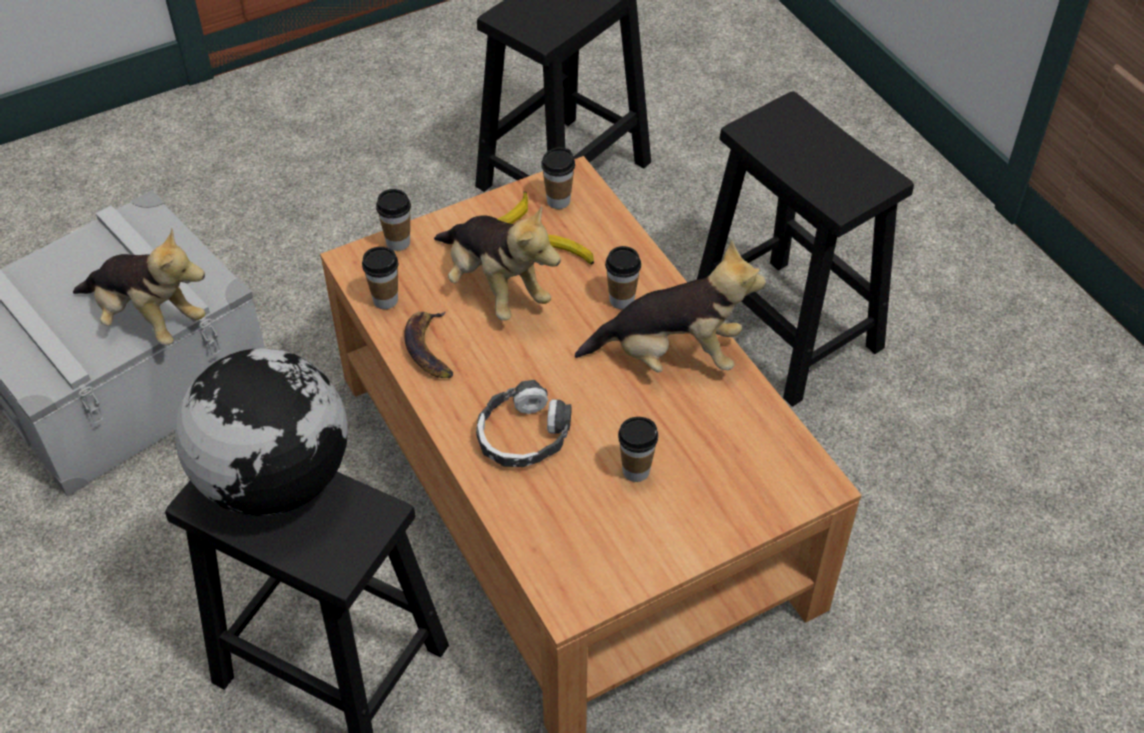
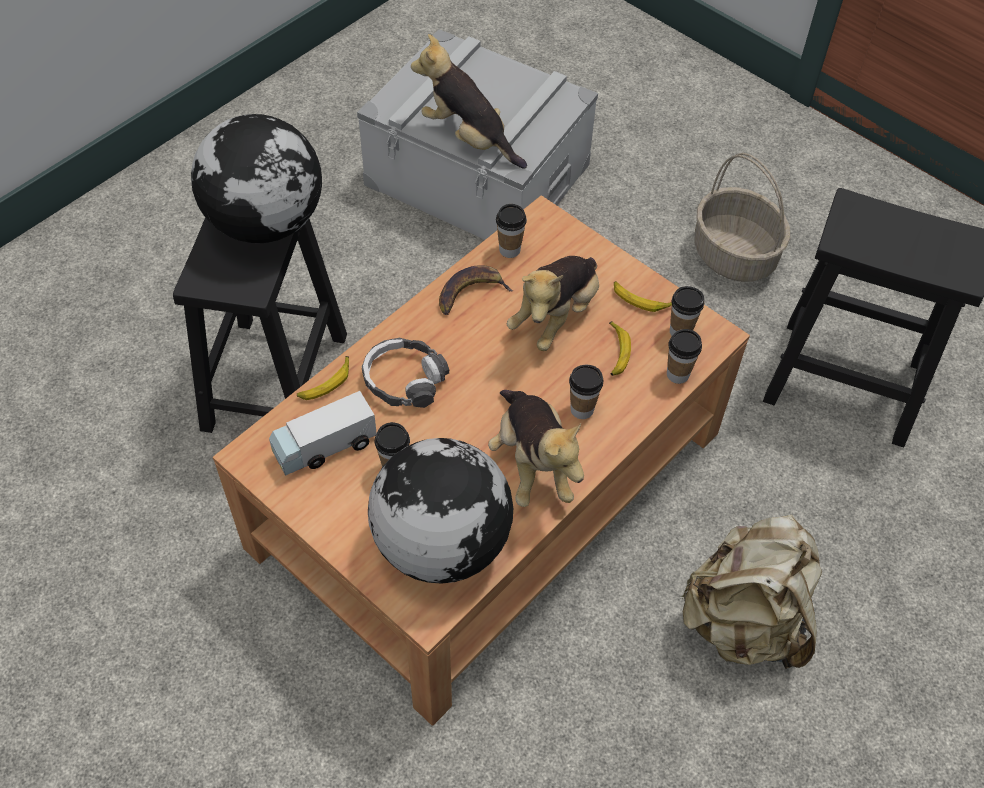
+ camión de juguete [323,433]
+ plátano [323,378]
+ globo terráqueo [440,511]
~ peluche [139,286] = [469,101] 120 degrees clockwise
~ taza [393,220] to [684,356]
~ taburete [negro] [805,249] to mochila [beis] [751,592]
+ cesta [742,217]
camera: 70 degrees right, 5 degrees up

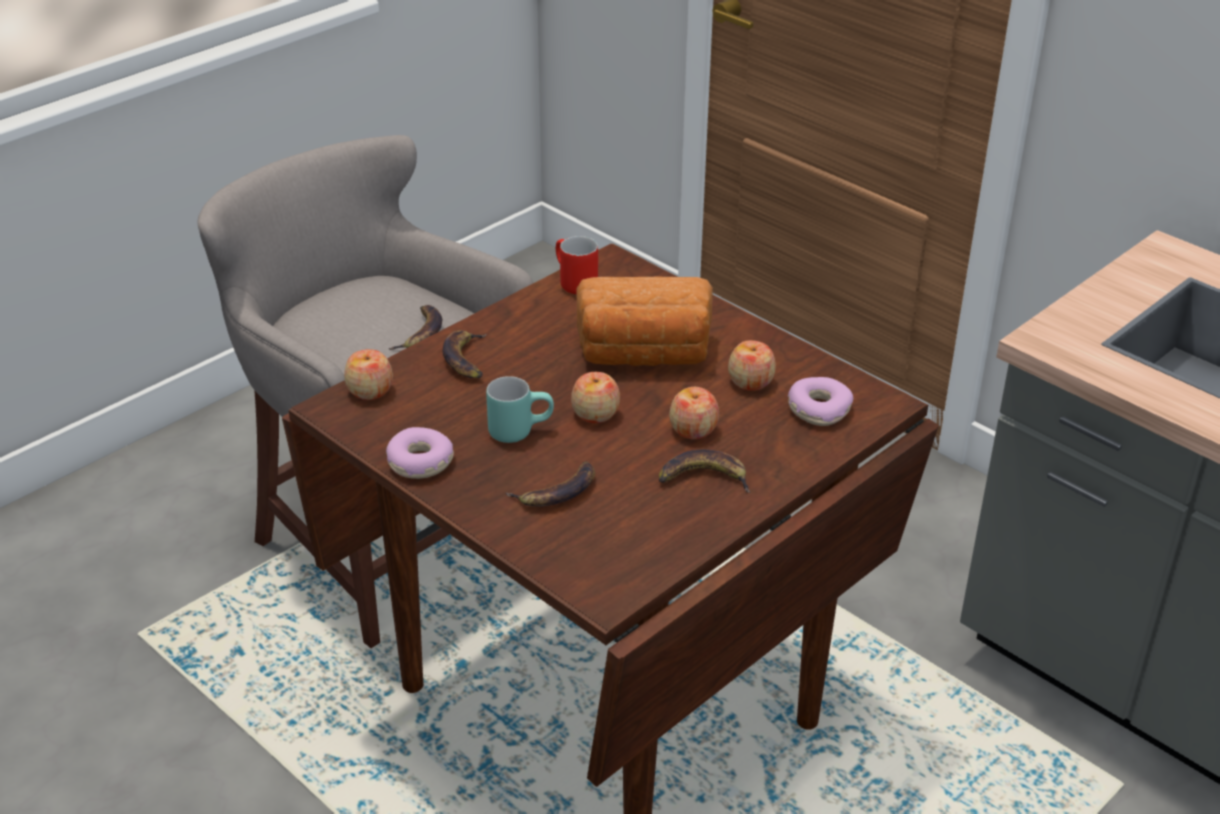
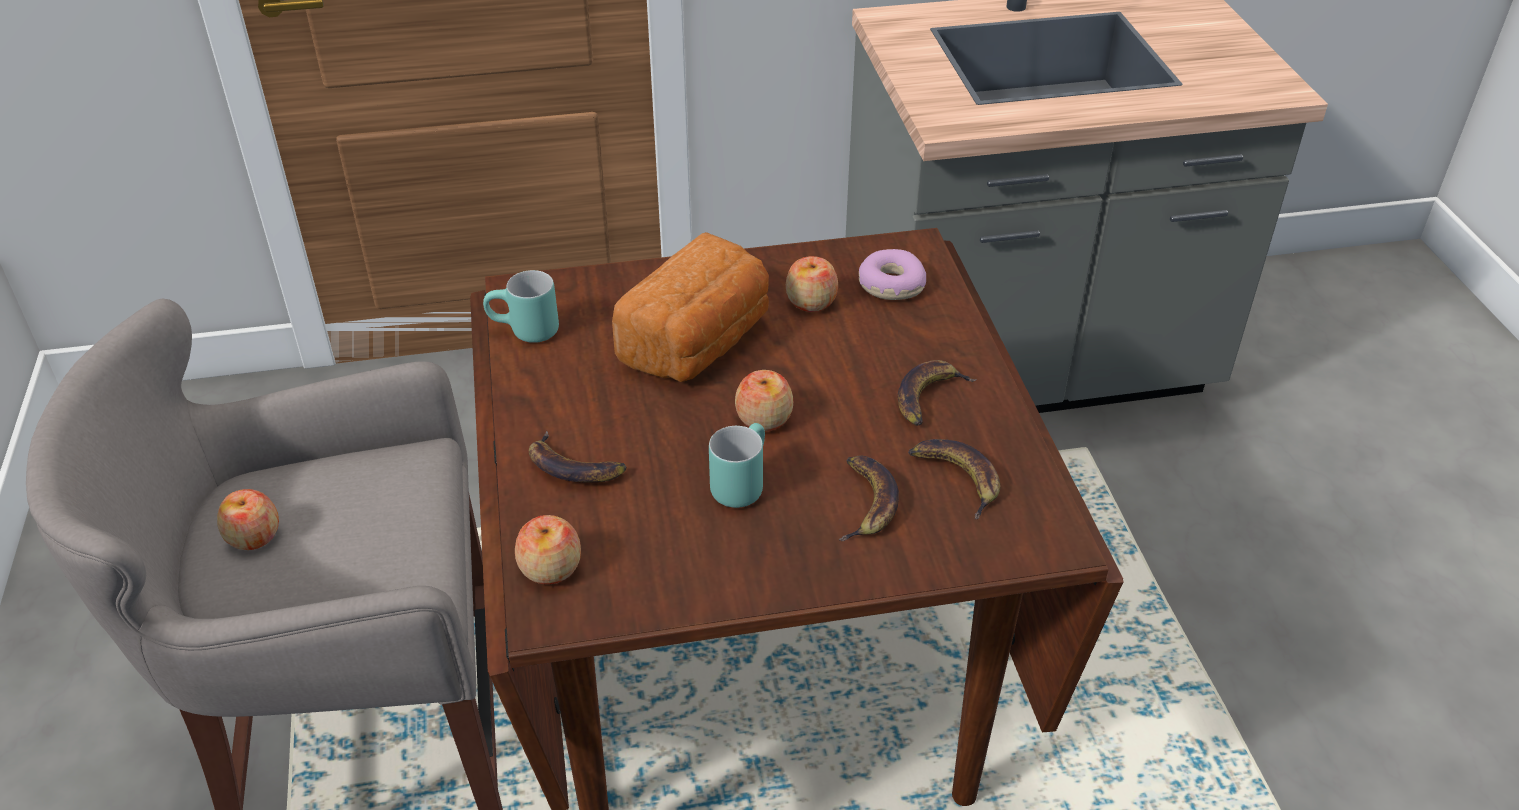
~ manzana [694,413] to [248,519]
~ taza grande [rojo] [577,265] to taza grande [turquesa] [521,306]
~ plátano [415,327] to [954,479]
- rosquilla [420,453]
camera: 55 degrees left, 5 degrees up

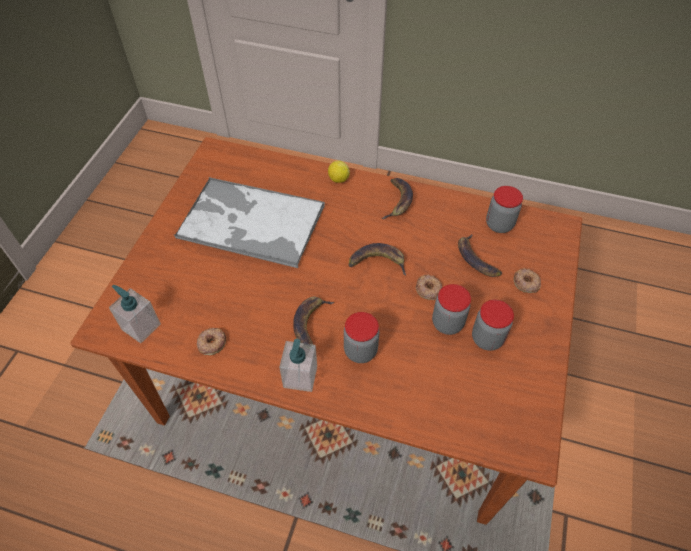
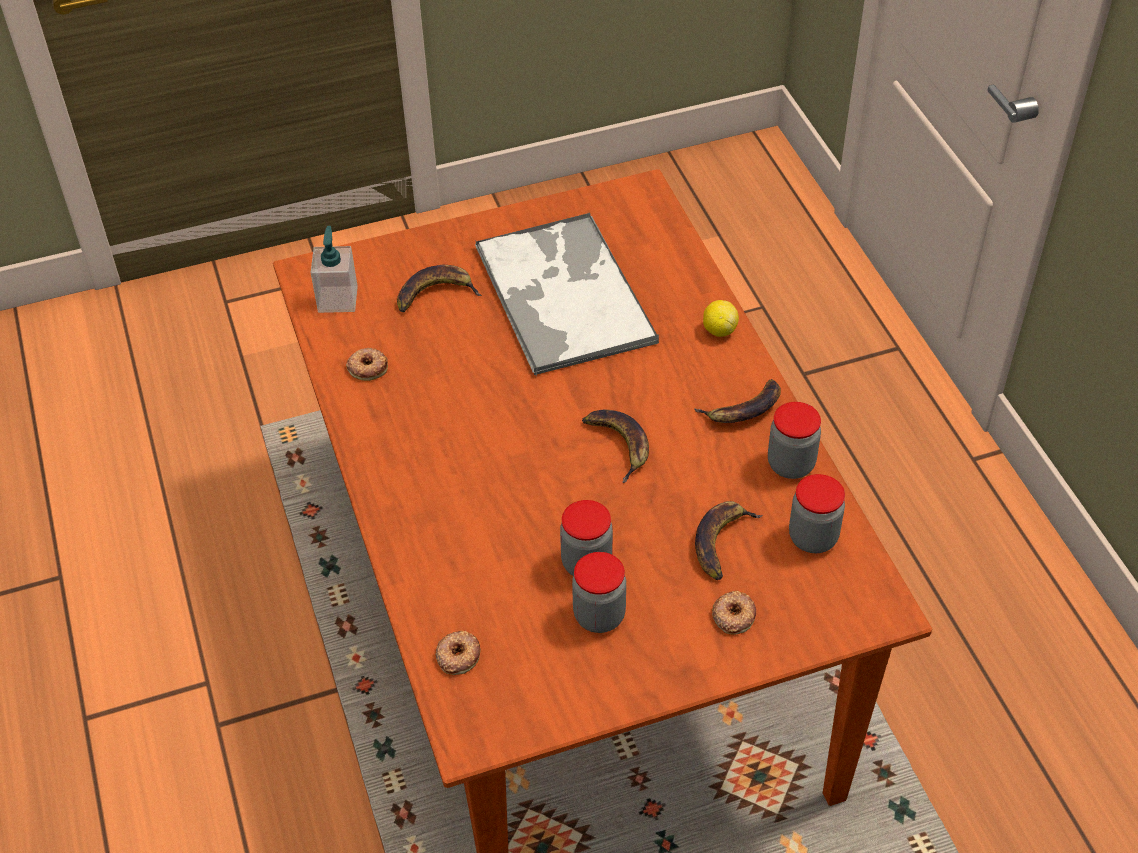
~ plátano [313,321] to [439,288]
~ rosquilla [429,287] to [458,653]
~ tarro [361,337] to [794,440]
- dispensador de jabón [298,365]
camera: 55 degrees right, 5 degrees down

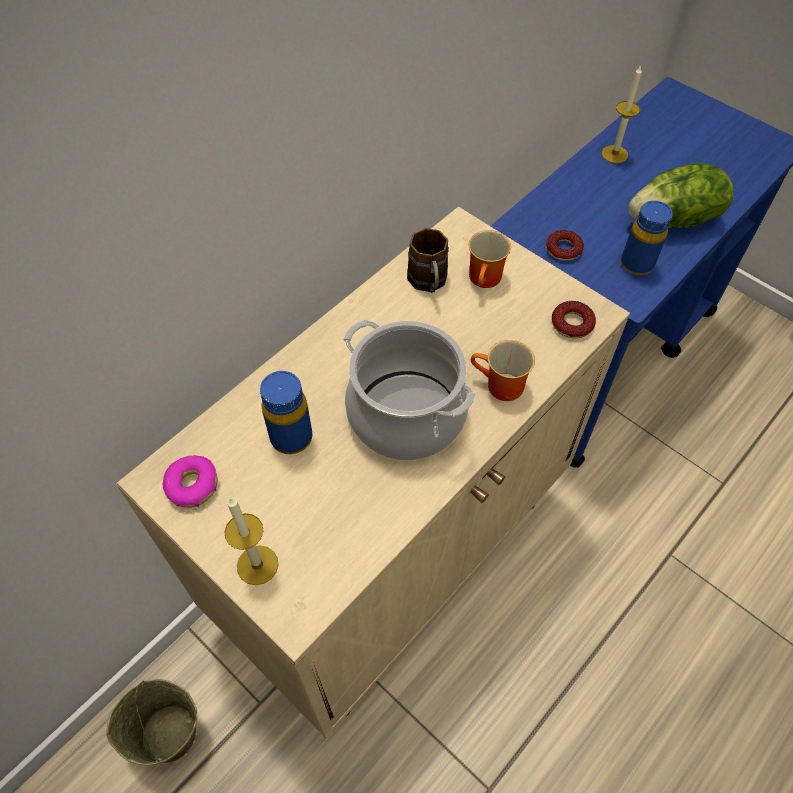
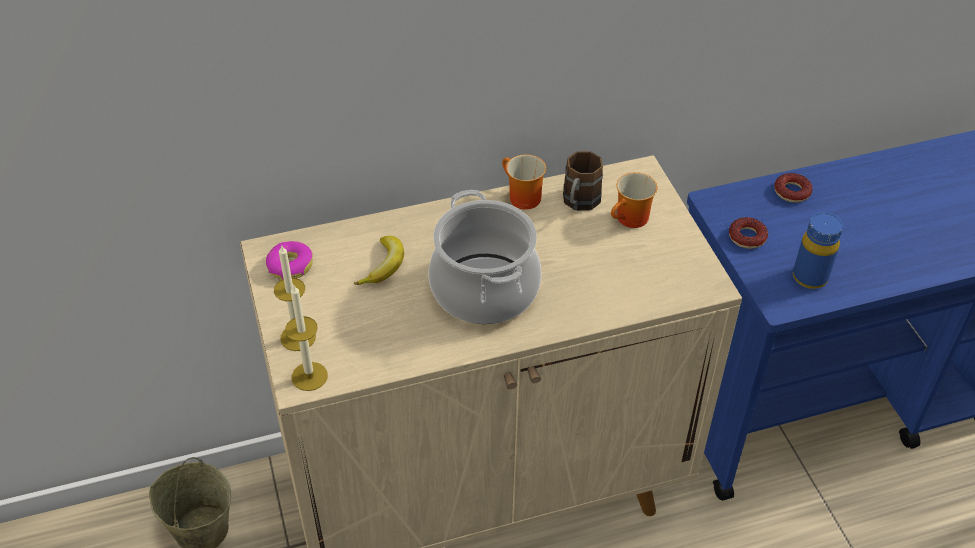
~ vela [622,114] to [306,337]
~ botella [azul] [286,412] to plátano [379,260]
~ taza grande [503,370] to [524,182]
~ rosquilla [574,320] to [793,188]
- lechuga [681,195]
camera: 30 degrees right, 10 degrees down

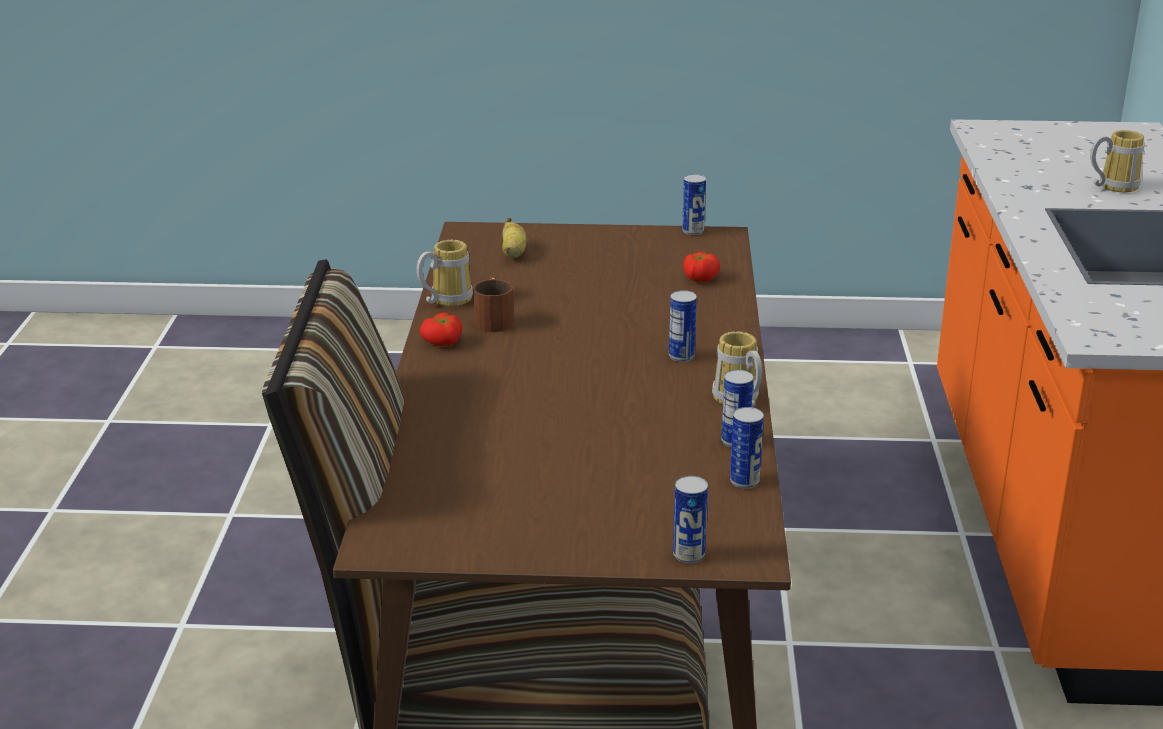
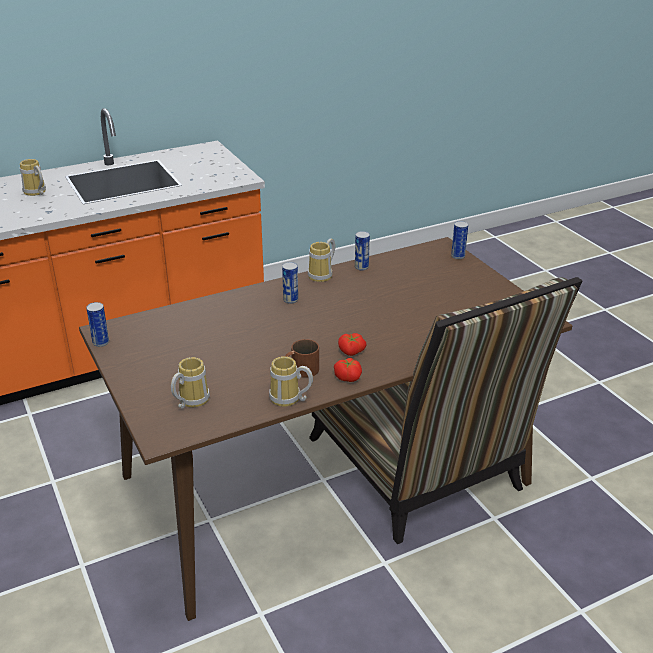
~ plátano [514,238] to taza grande [190,383]
~ tomate [701,267] to [352,344]
- lata [747,448]
camera: 120 degrees left, 5 degrees up

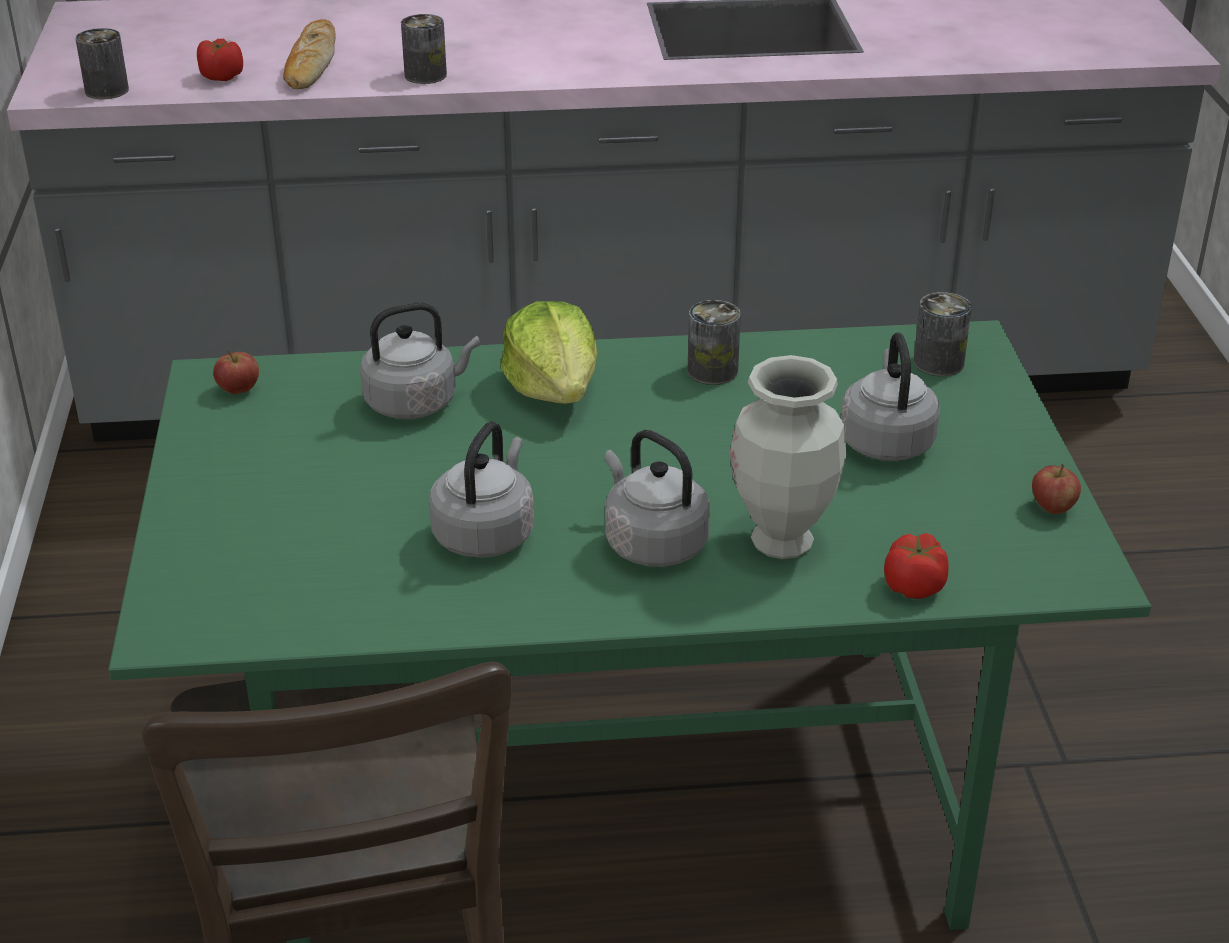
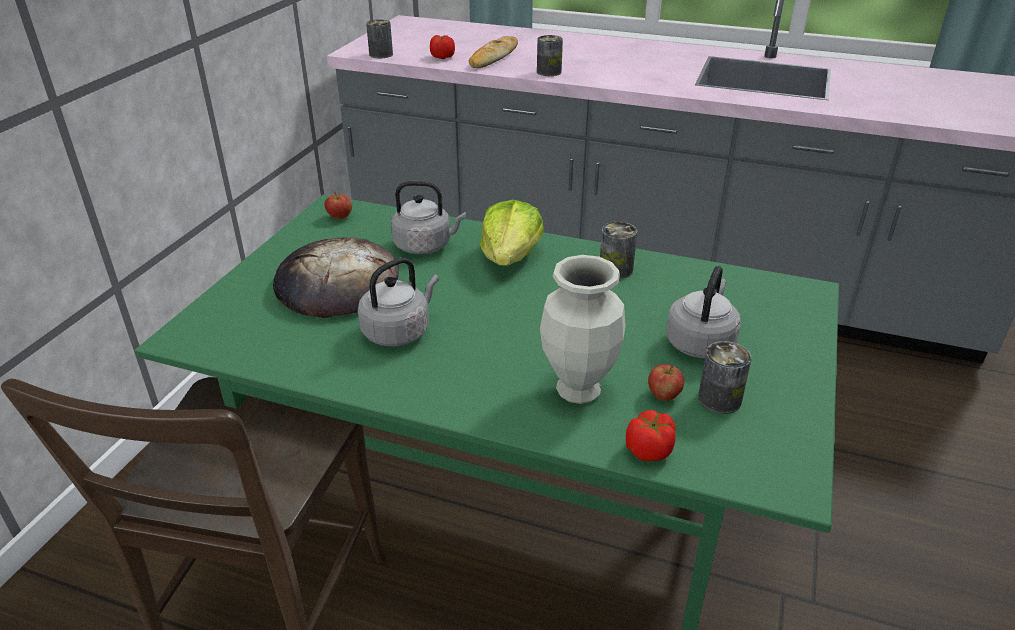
+ pan [336,277]
~ manzana [1056,488] to [666,382]
~ lata [942,334] to [724,377]
- hervidor [gris] [657,498]
camera: 25 degrees right, 0 degrees up

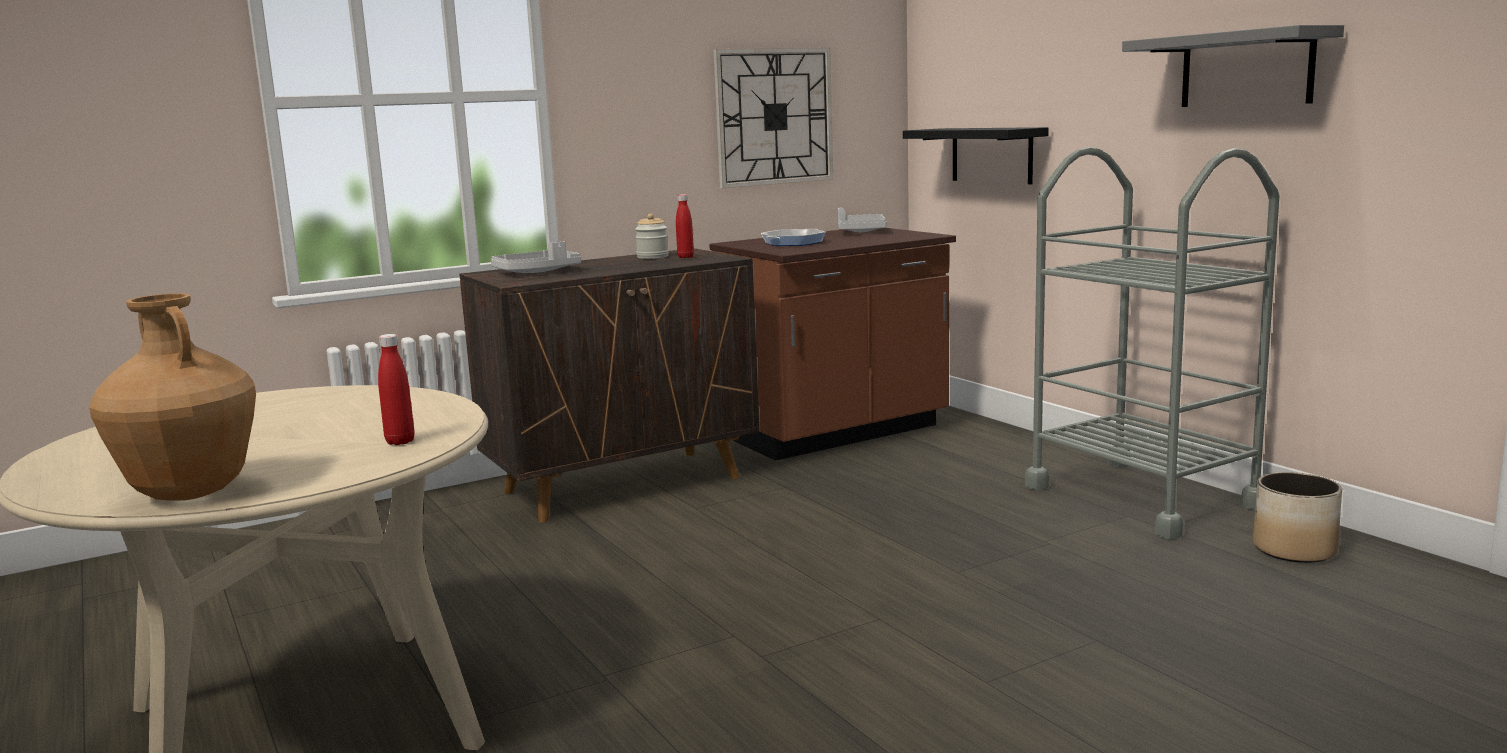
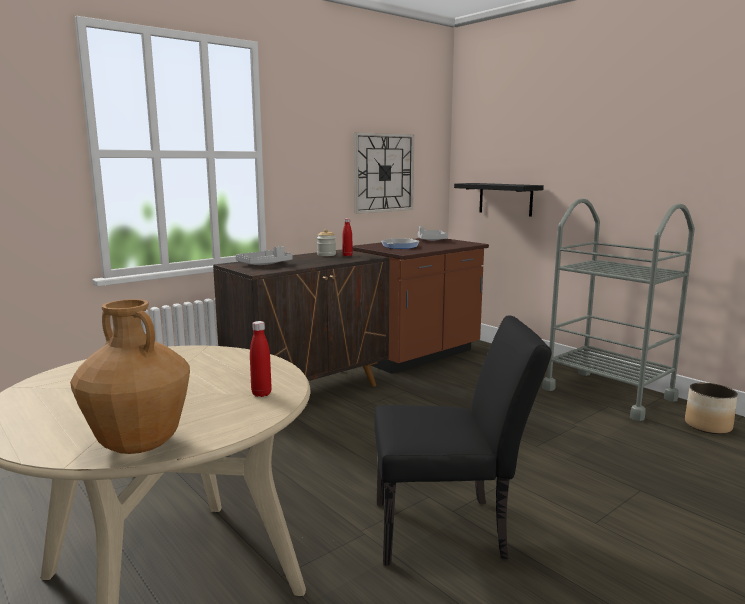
+ silla [negro] [463,440]
- estante [gris] [1233,66]
camera: 10 degrees left, 0 degrees up

